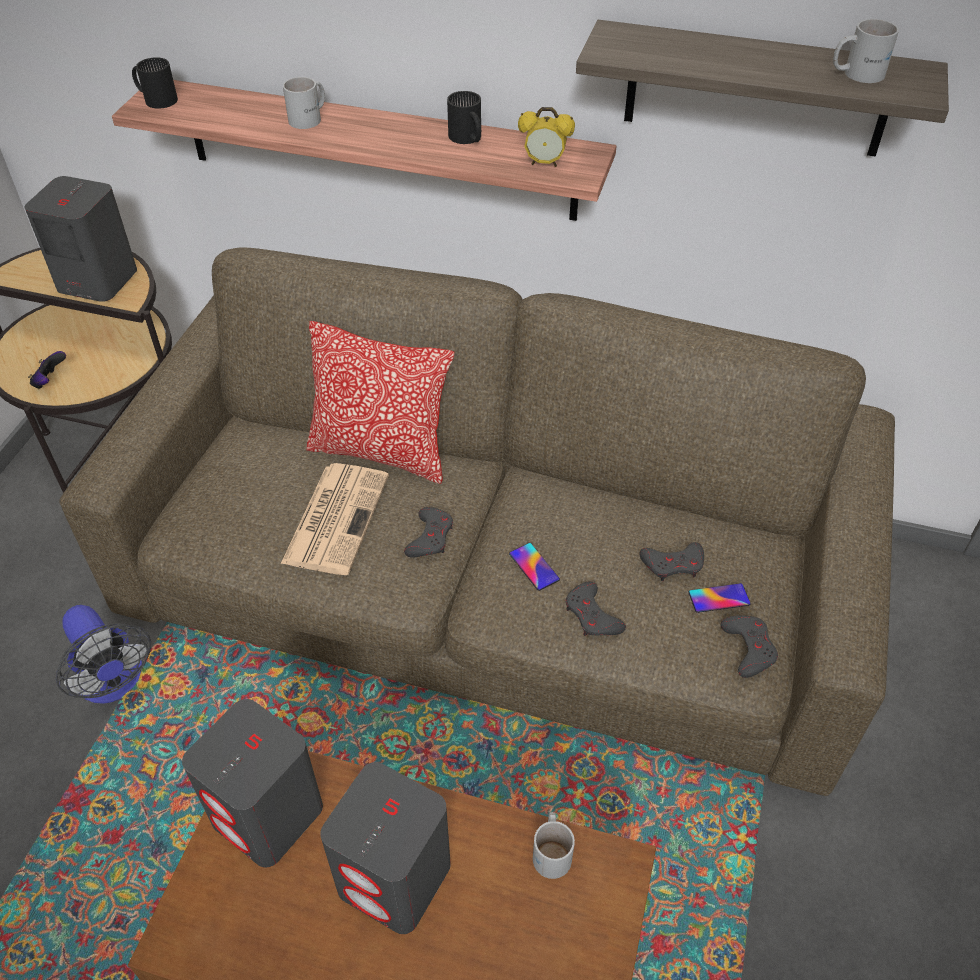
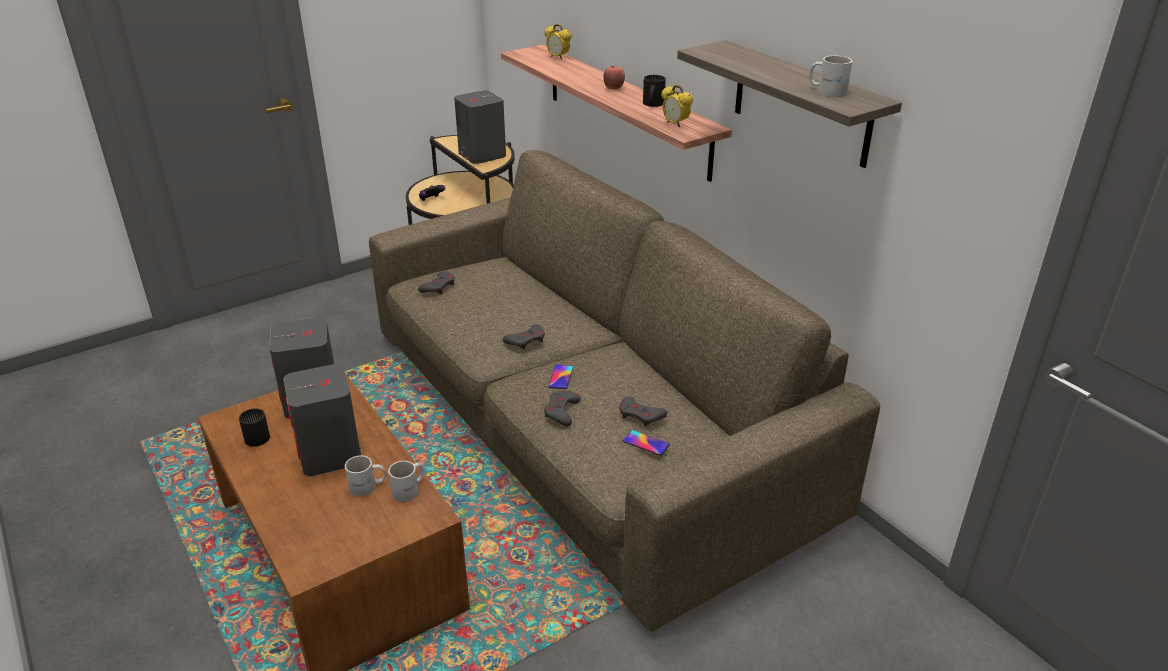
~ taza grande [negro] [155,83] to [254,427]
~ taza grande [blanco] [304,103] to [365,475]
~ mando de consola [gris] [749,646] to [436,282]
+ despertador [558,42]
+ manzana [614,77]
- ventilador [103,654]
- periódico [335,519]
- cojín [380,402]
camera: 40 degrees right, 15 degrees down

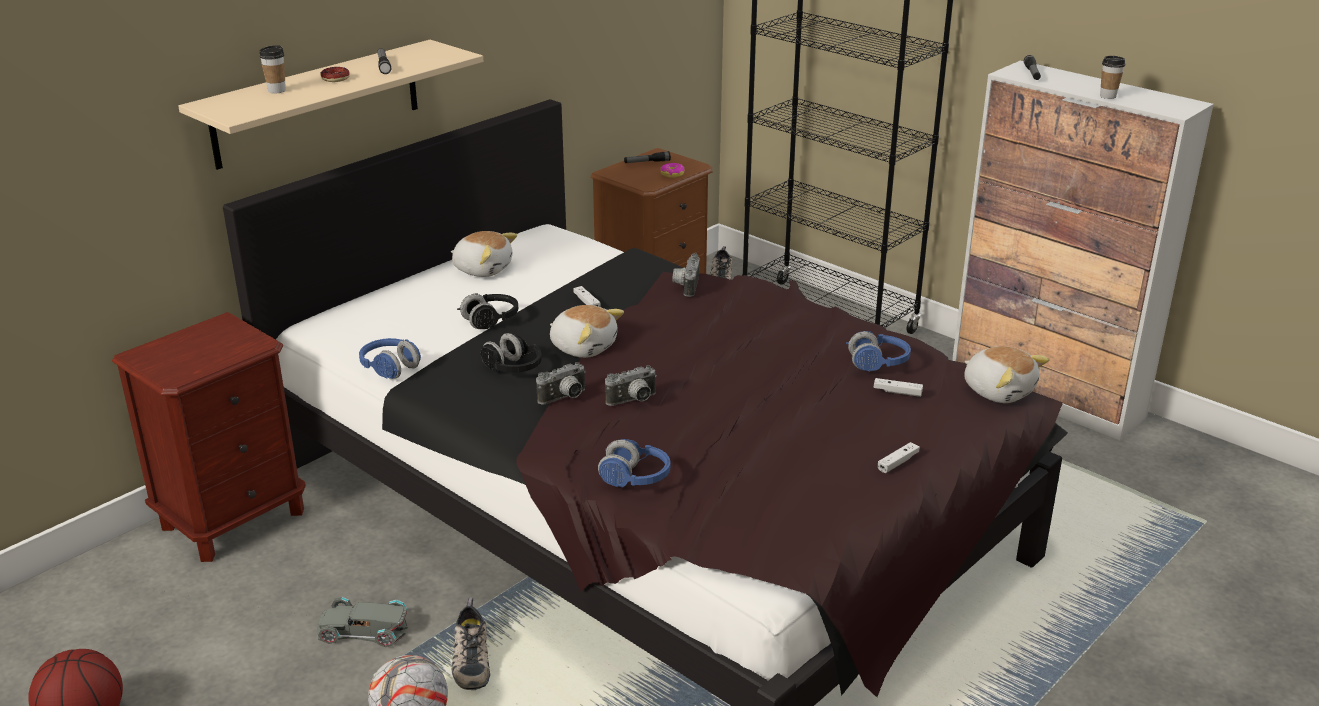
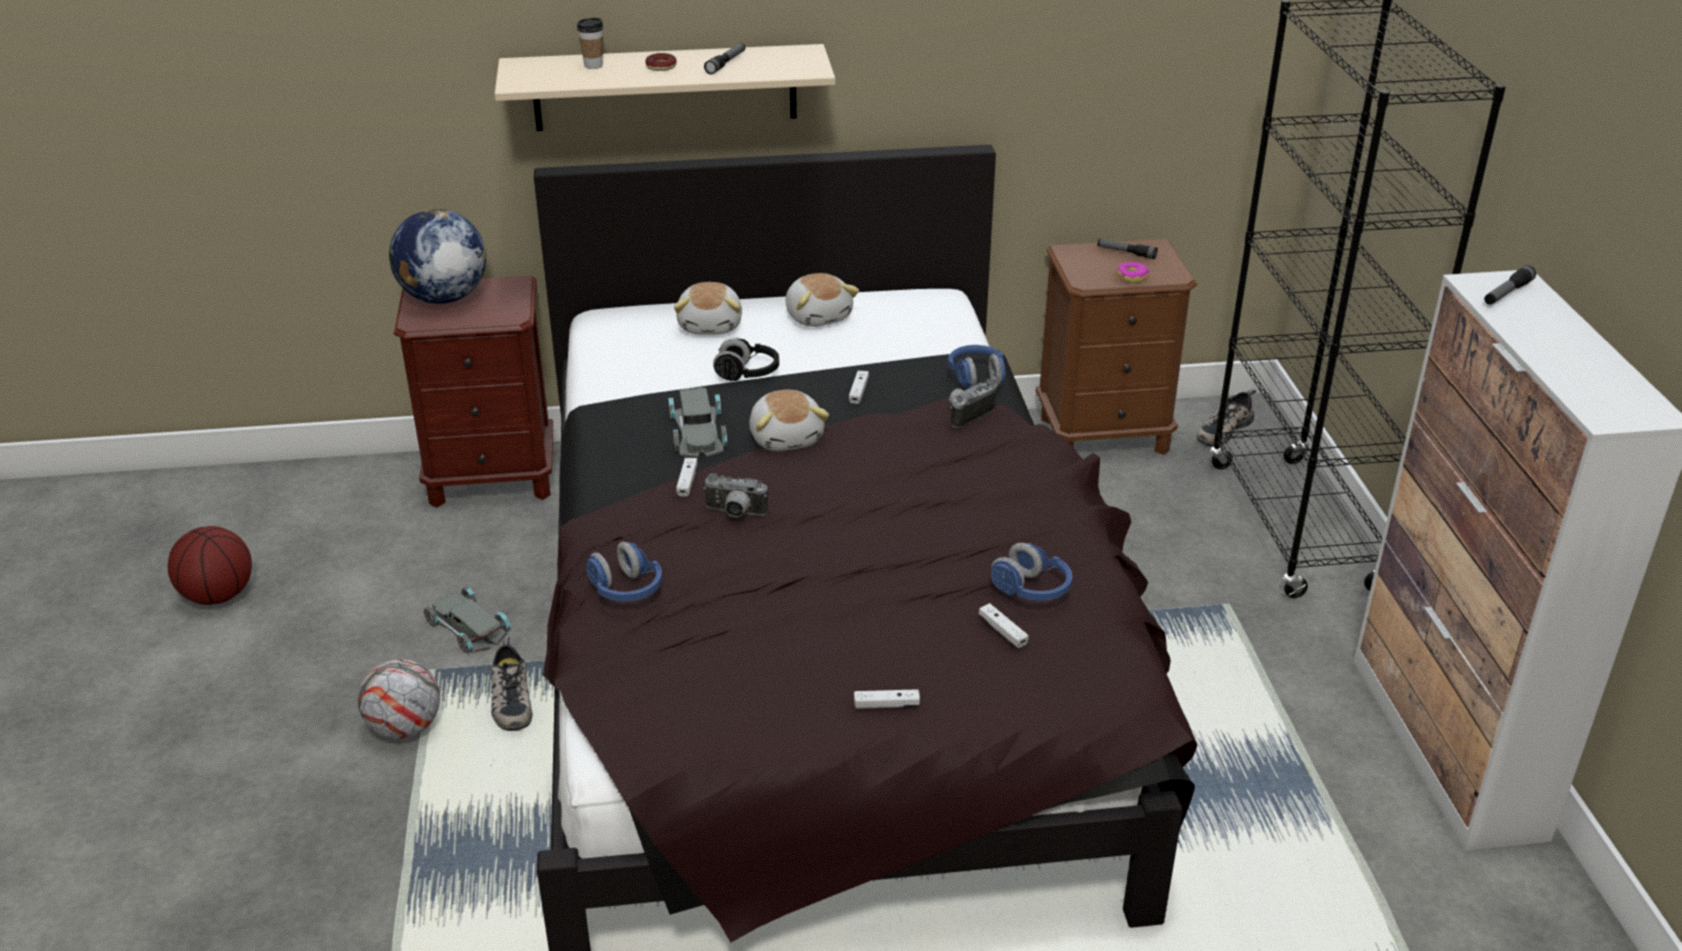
+ globo terráqueo [437,256]
~ zapato [471,644] = [512,683] 45 degrees counterclockwise
~ auriculares [negro] [511,353] to coche de juguete [gris] [697,422]
~ peluche [1006,374] to [708,308]
~ cámara [561,383] to mando de consola [blanco] [687,477]
~ auriculares [azul] [390,358] to [977,367]
- taza [1112,77]
camera: 40 degrees right, 5 degrees up

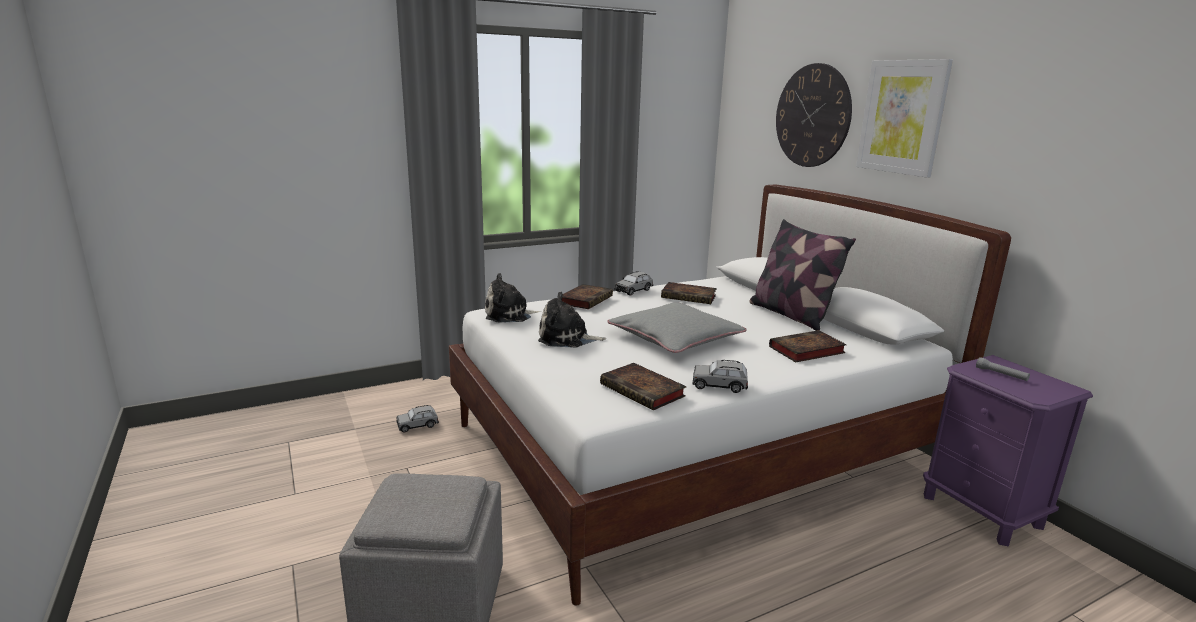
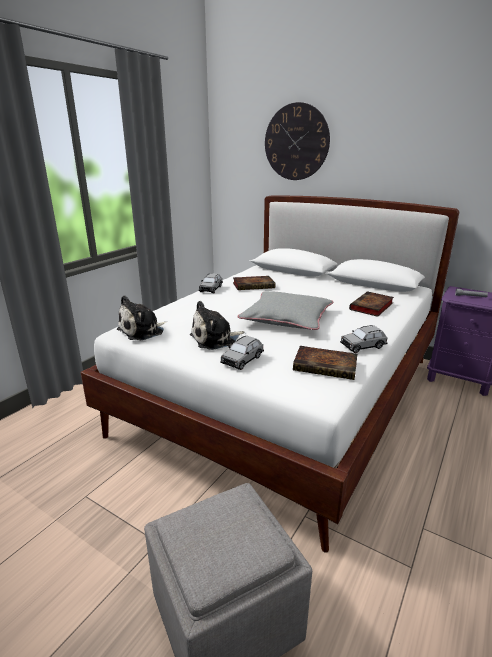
~ coche de juguete [gris] [417,418] to [242,353]
- libro [587,296]
- cojín [802,275]
- cuadro [904,118]
camera: 30 degrees left, 5 degrees up

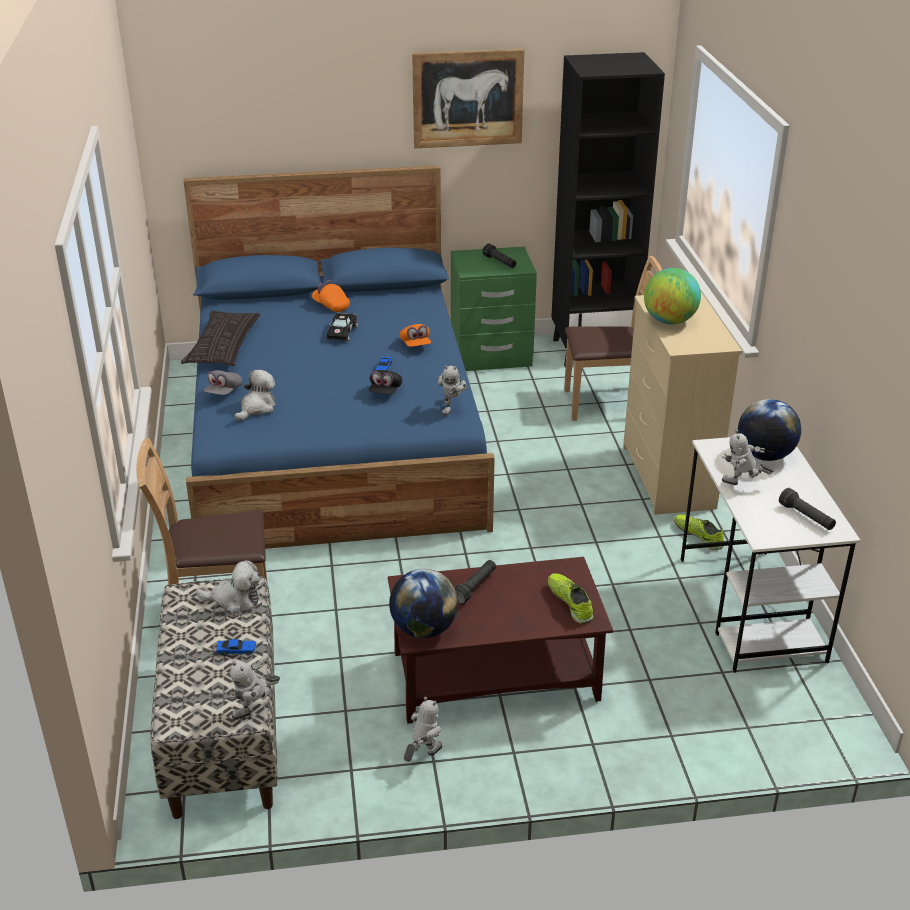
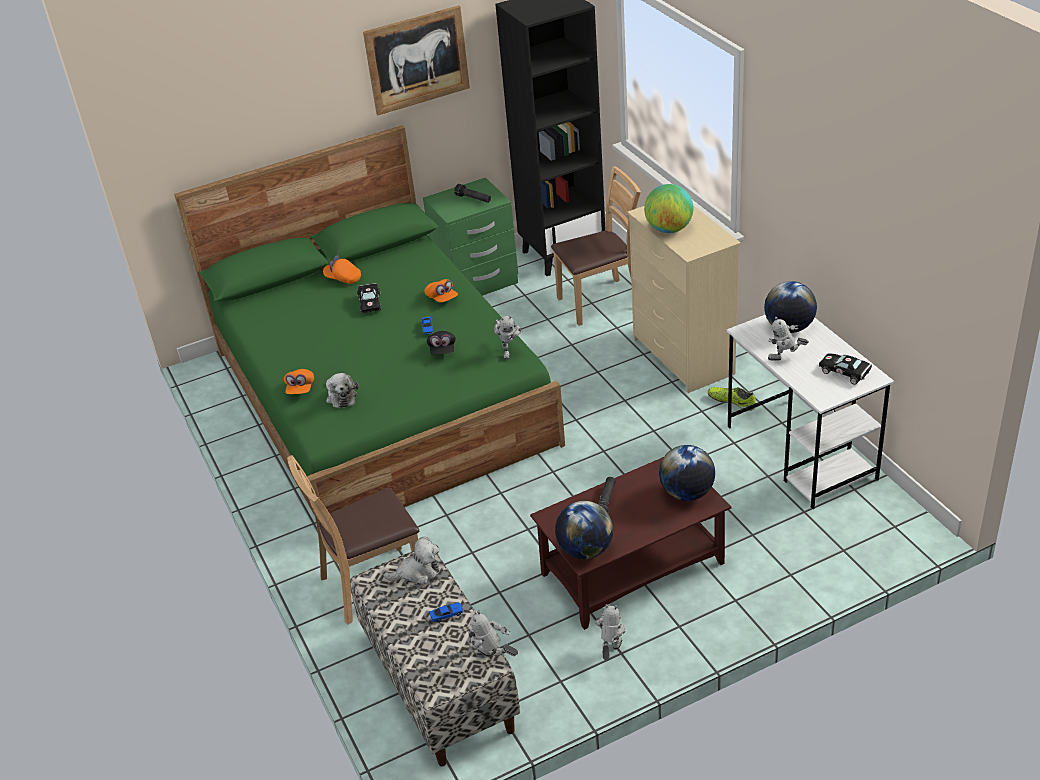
~ cama [azul] [339,357] to cama [verde] [369,320]
~ gorra [gris] [223,382] to gorra [naranja] [299,381]
~ peluche [255,395] = [342,391] 150 degrees clockwise
~ robot de juguete [255,690] = [493,633] 90 degrees clockwise
~ zapato [570,598] to globo terráqueo [687,473]
~ linterna [negro] [807,509] to coche de juguete [negro] [845,369]
- cojín [221,338]
camera: 15 degrees left, 5 degrees up

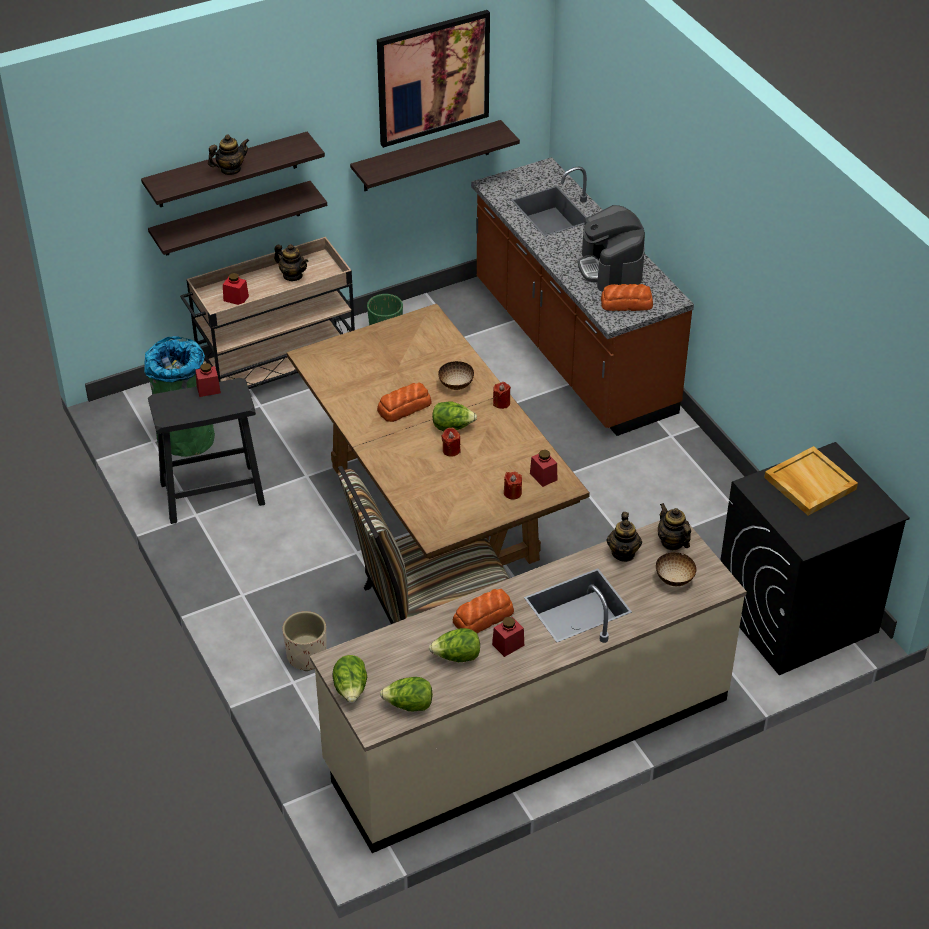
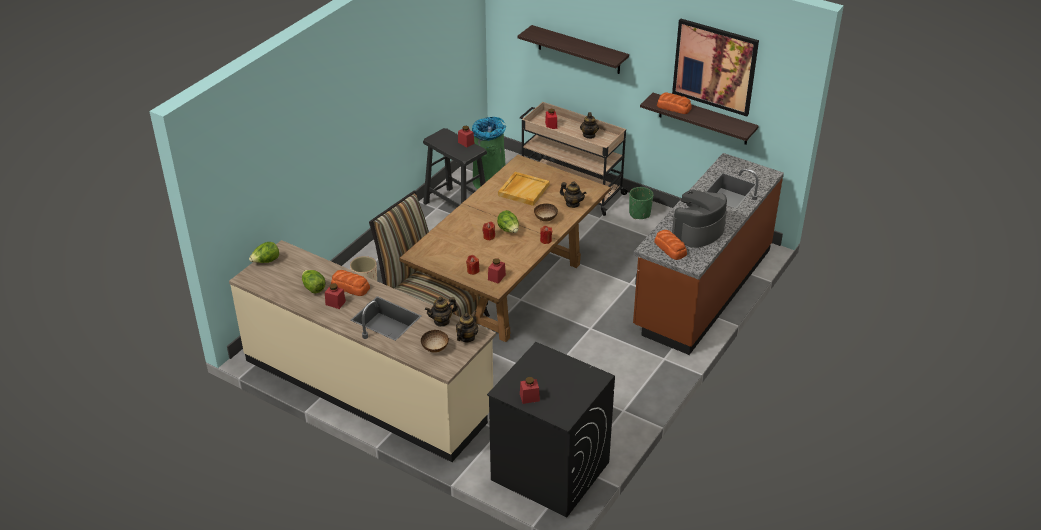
~ bandeja [beis] [811,481] to [523,189]
+ tarro [rojo] [530,390]
~ tetera [228,155] to [573,195]
~ pan [404,402] to [674,103]
- estante [237,218]
- lechuga [406,694]
camera: 60 degrees right, 5 degrees down

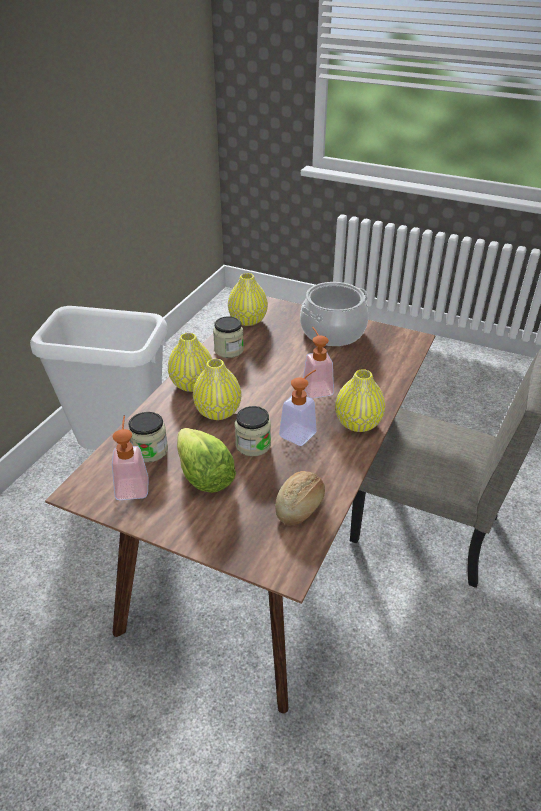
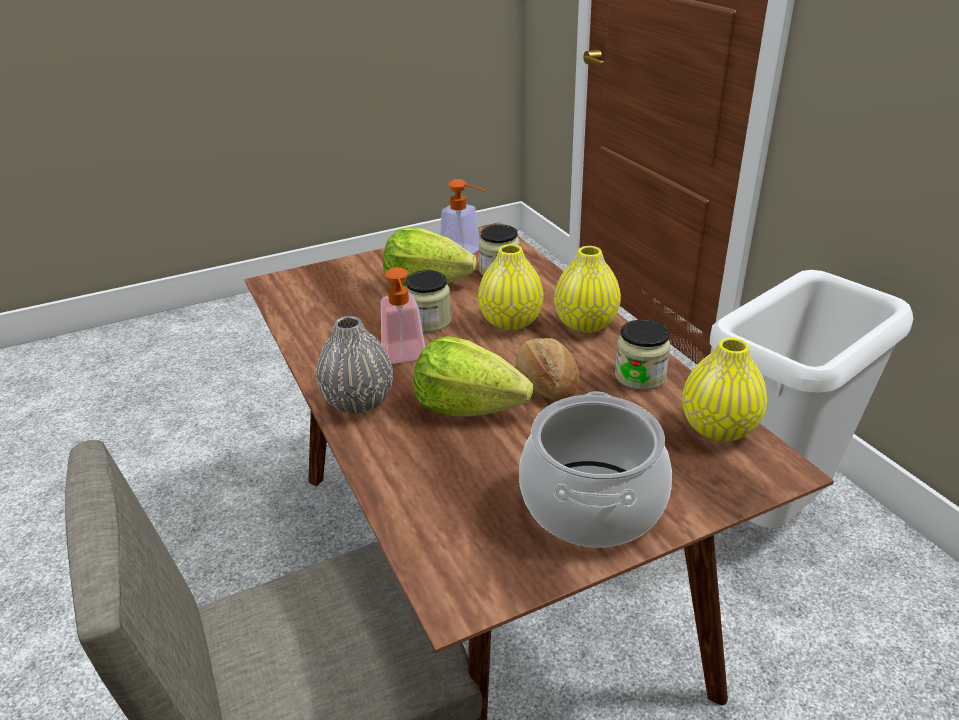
~ florero [amarillo] [360,400] to florero [gris] [354,365]
~ dispensador de jabón [318,363] to lechuga [473,376]
~ pan [300,498] to [547,369]
camera: 130 degrees right, 5 degrees down

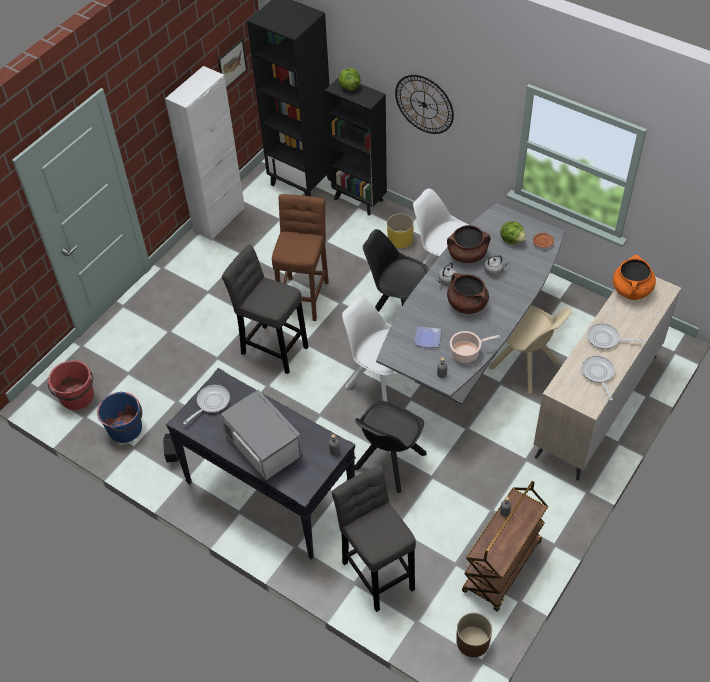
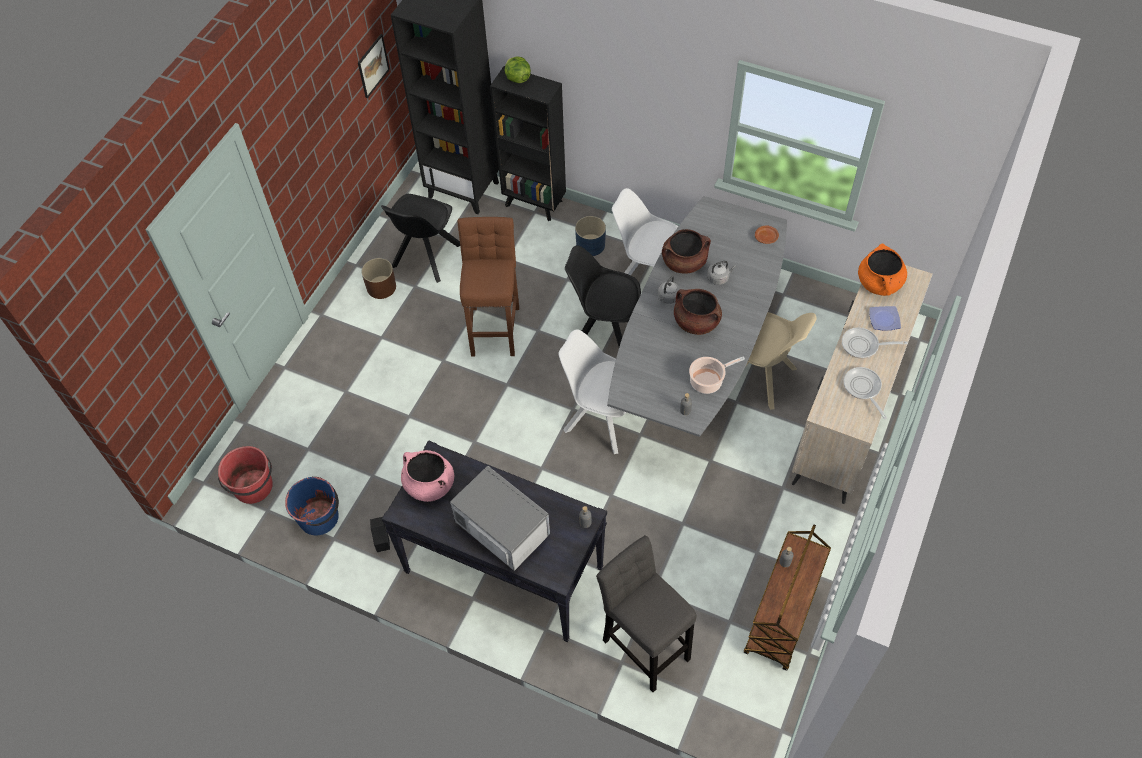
~ maceta [marrón] [474,635] to [378,278]
~ silla [negro] [391,447] to [420,238]
~ sartén [206,405] to olla [rosa] [427,476]
~ maceta [amarillo] [400,230] to maceta [azul] [590,236]
~ plato [428,337] to [885,318]
- armario [blanco] [205,153]
- taburete [gris] [265,309]
- reloj de pared [424,104]
- lechuga [513,233]
camera: 10 degrees left, 5 degrees up

